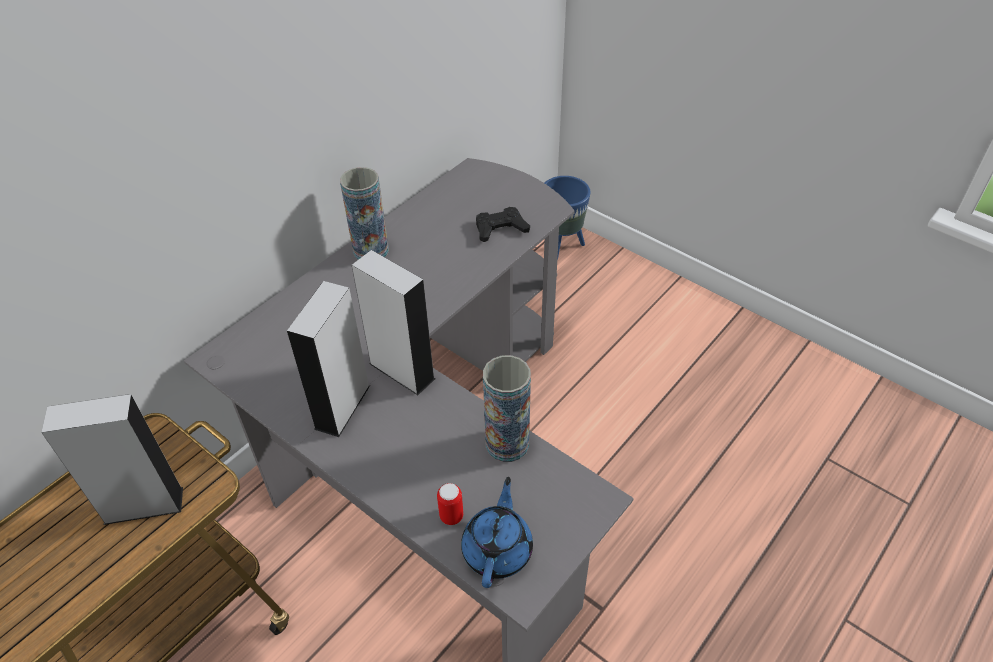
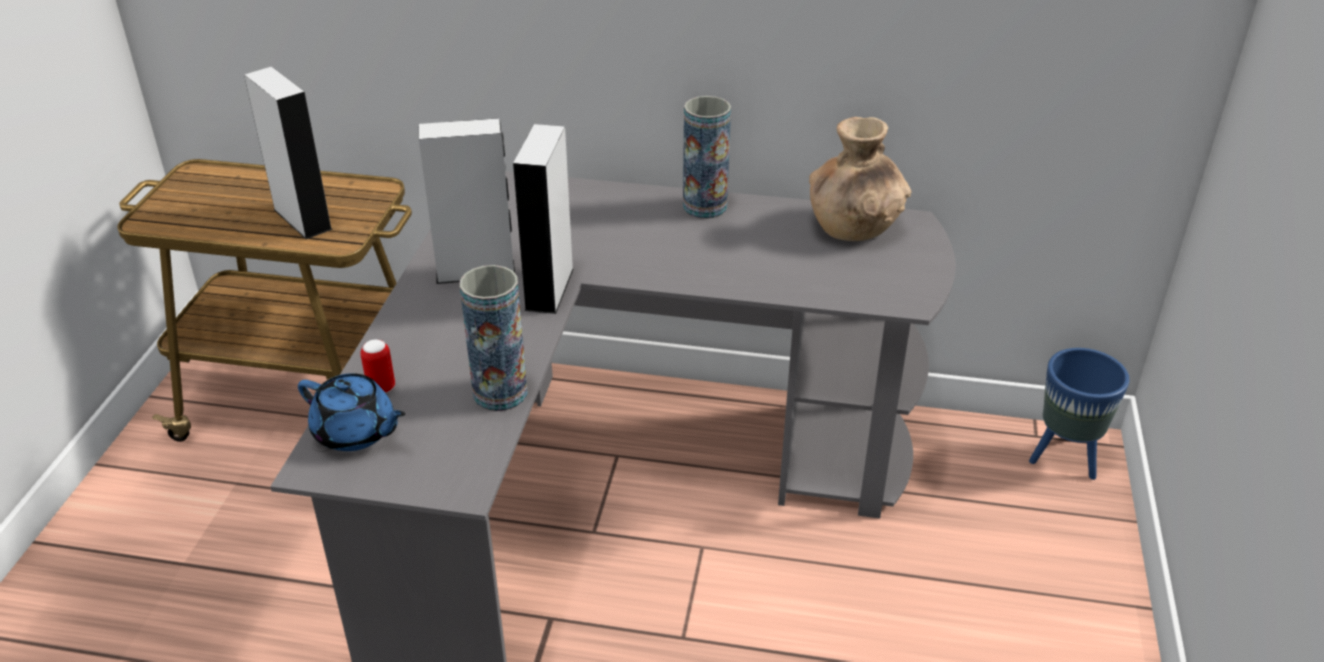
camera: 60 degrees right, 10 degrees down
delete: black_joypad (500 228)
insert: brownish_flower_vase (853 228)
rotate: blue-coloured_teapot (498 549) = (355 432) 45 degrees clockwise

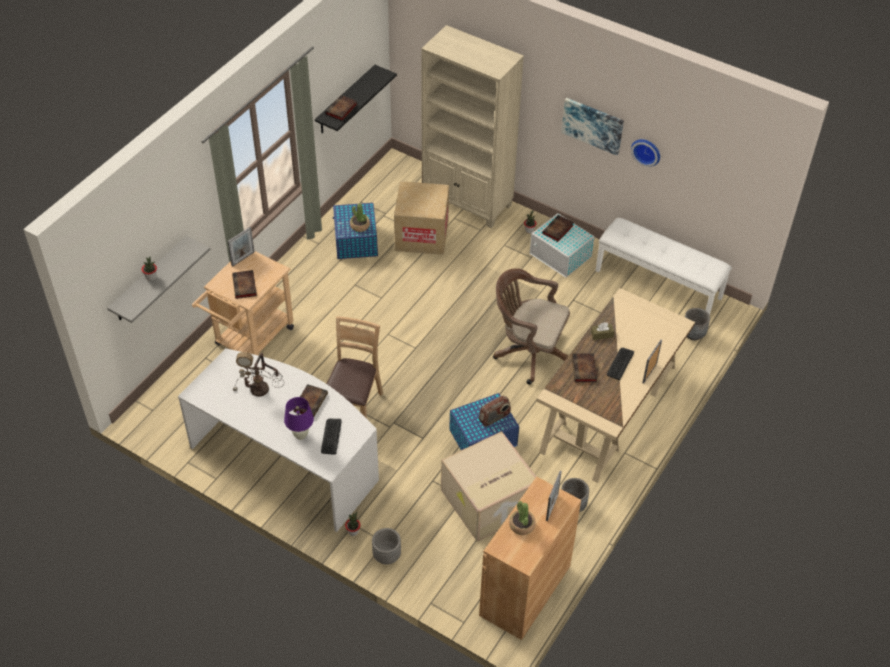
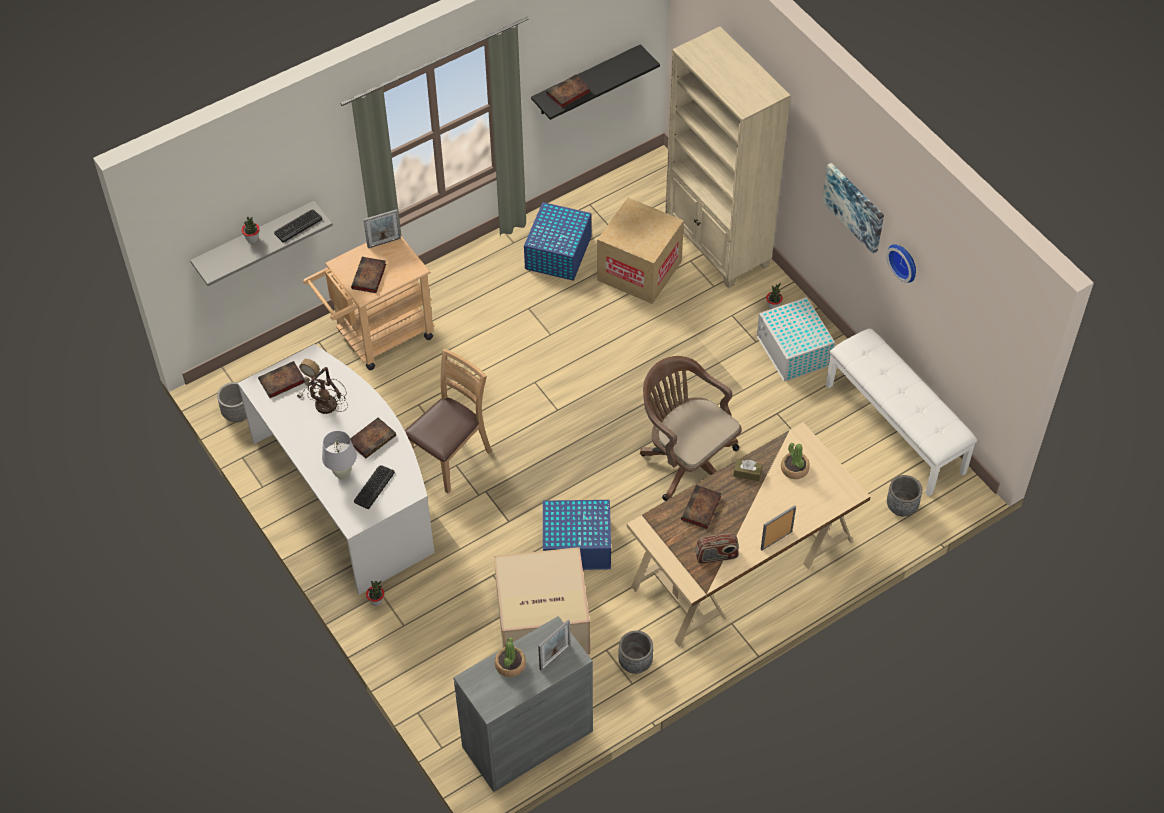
camera: 25 degrees right, 5 degrees up
move: plant_in_a_pot (359 226) to (794 469); greyish_plant_pot (386 556) to (237 413); radio (494 417) to (716 556); volume (557 230) to (281 382); PC_keyboard (620 363) to (298 226)
recolor: purple_tabletop_lamp (301 435) to white-coloured_tabletop_lamp (342 474); brownish_cabinet (525 590) to greyish_cabinet (527 739)

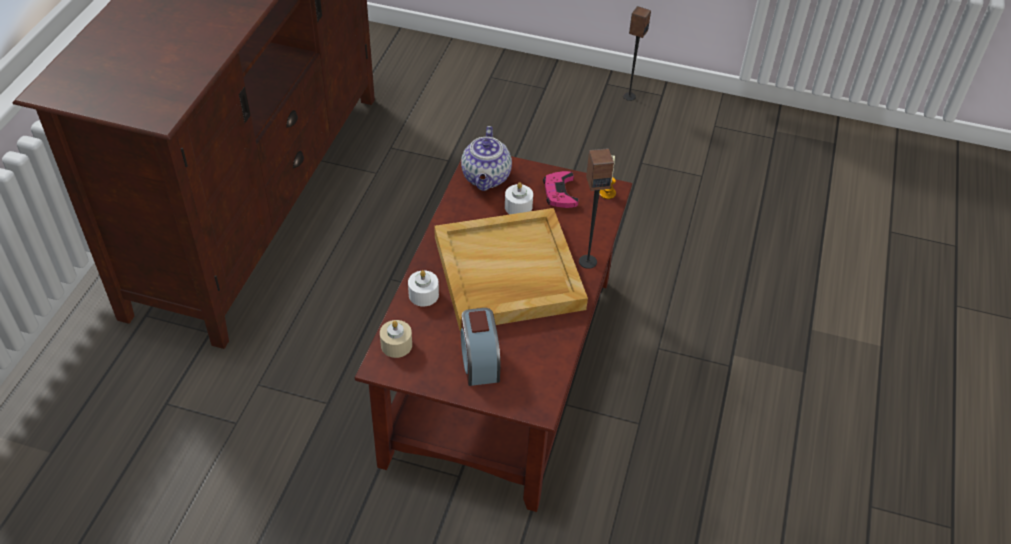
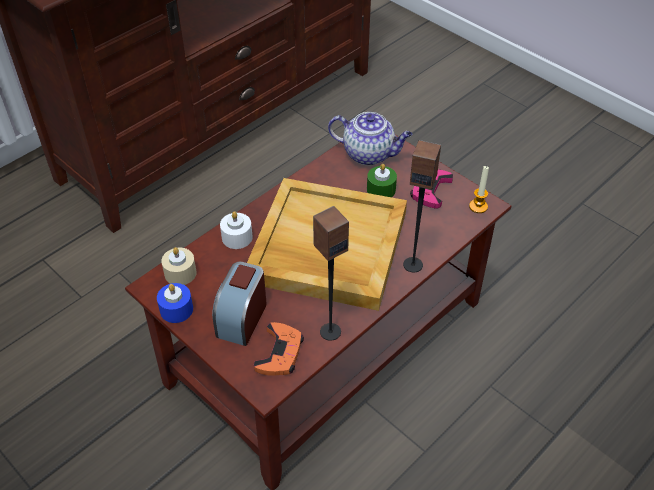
camera: 30 degrees right, 0 degrees up
insert: blue-coloured_wax_light (176 309); orangey_joypad (280 353)
move: speaker (629 96) to (330 331)
recolor: white-coloured_wax_light (518 207) to green_wax_light (381 189)
rotate: teapot (486 178) = (369 154) 105 degrees counterclockwise

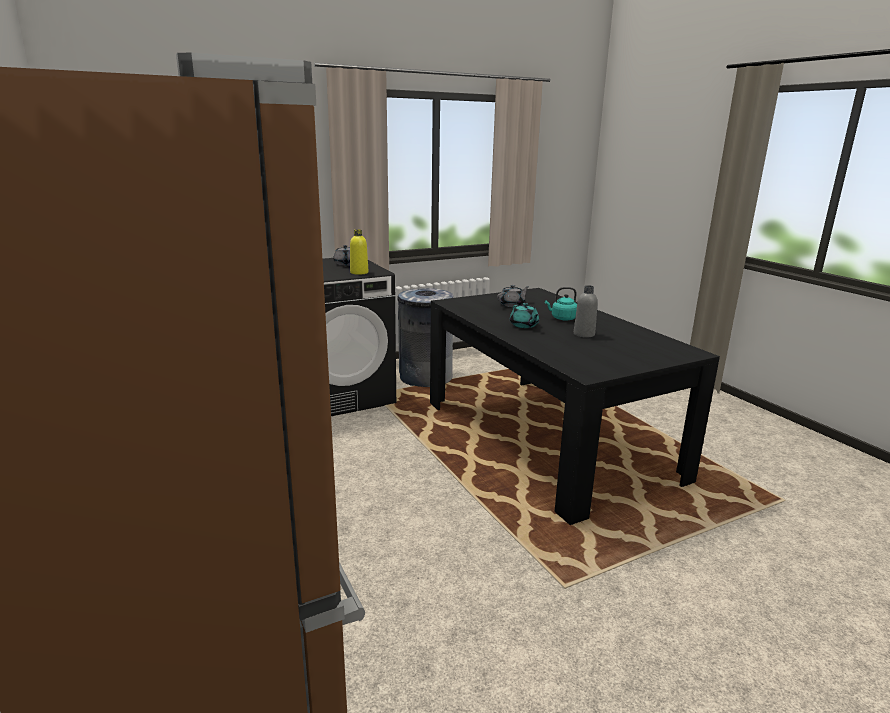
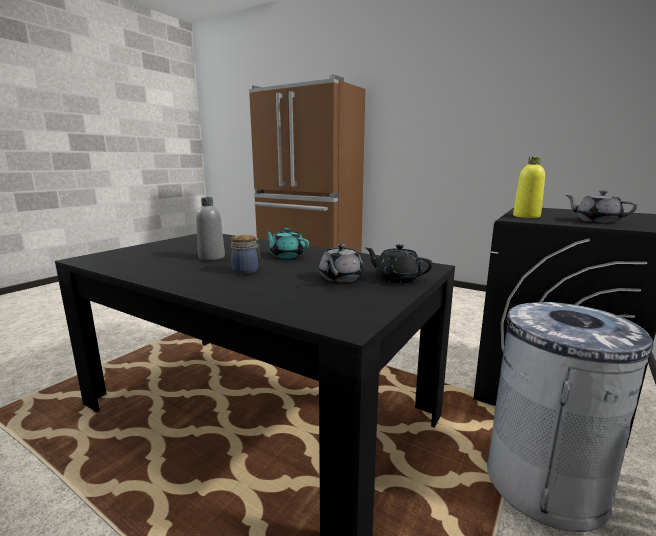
camera: 150 degrees right, 5 degrees down
insert: black_teapot (397 278)
replace: blue-green_tea_kettle (562 318) to storage_jar (246 270)

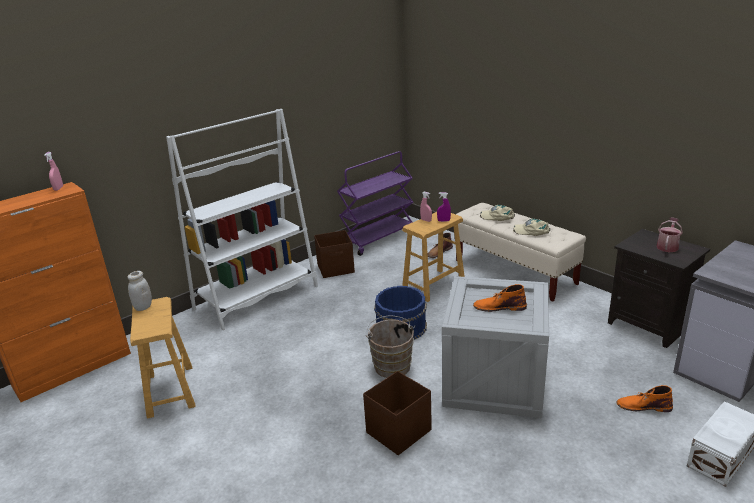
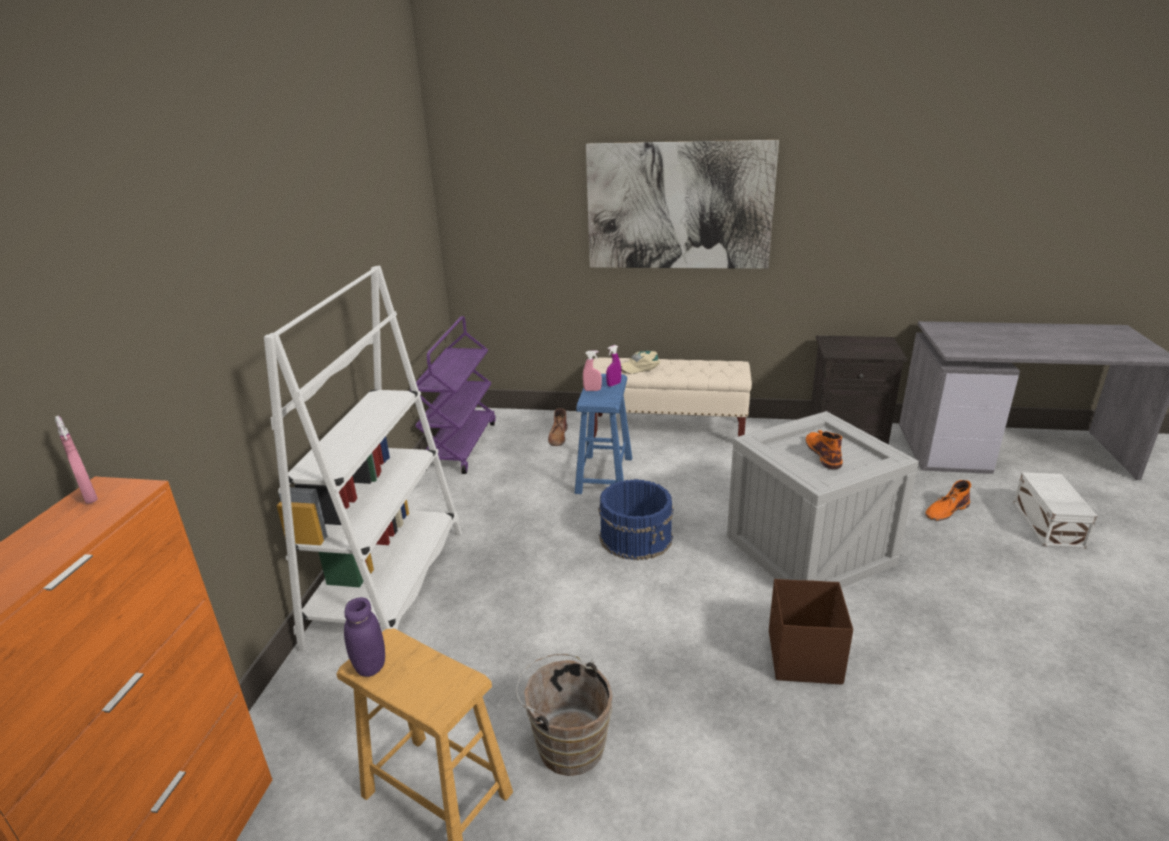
camera: 40 degrees left, 0 degrees up
delete: brownish_storage_bin (336 268); beige_cap (532 231); sprinkling_can (667 246)
insert: picture (679 206)
move: brownish_pail (392 365) to (567 743)
recolor: white-coloured_storage_jar (143 307) to purple_storage_jar (370 666); brownish_stool_seat (433 285) to blue-coloured_stool_seat (604 475)
rotate: orangey_high-top_boot (499 307) = (823 453) 120 degrees clockwise

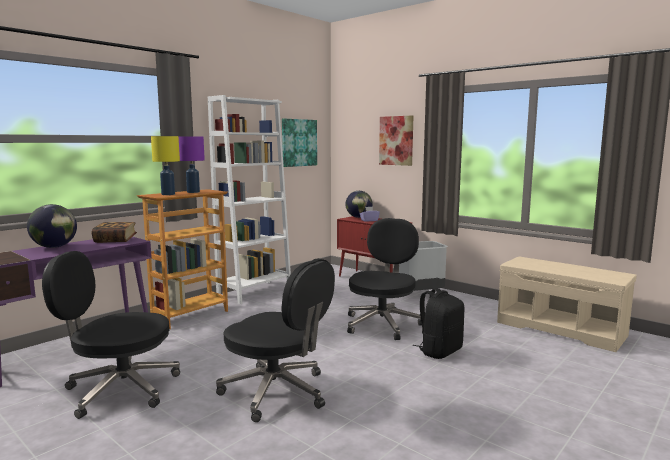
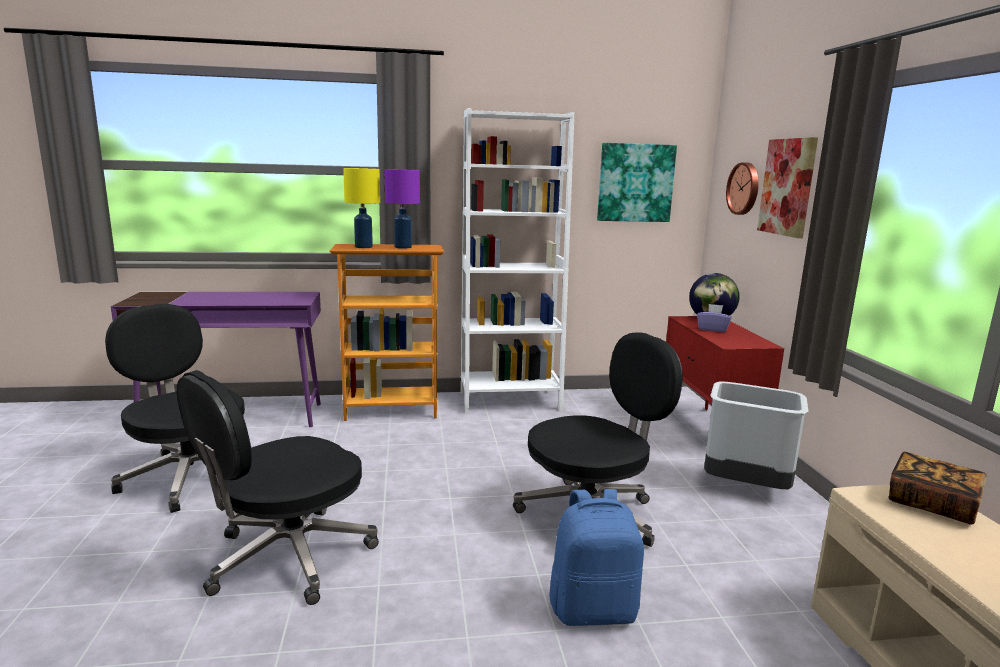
camera: 40 degrees right, 5 degrees up
delete: desk_globe (54 247)
insert: clock_on_the_wall (744 188)
move: volume (115 240) to (932 504)
recolor: black_backpack (439 351) to blue-coloured_backpack (593 609)
rotate: black_office_chair (277 392) = (287 557) 60 degrees clockwise

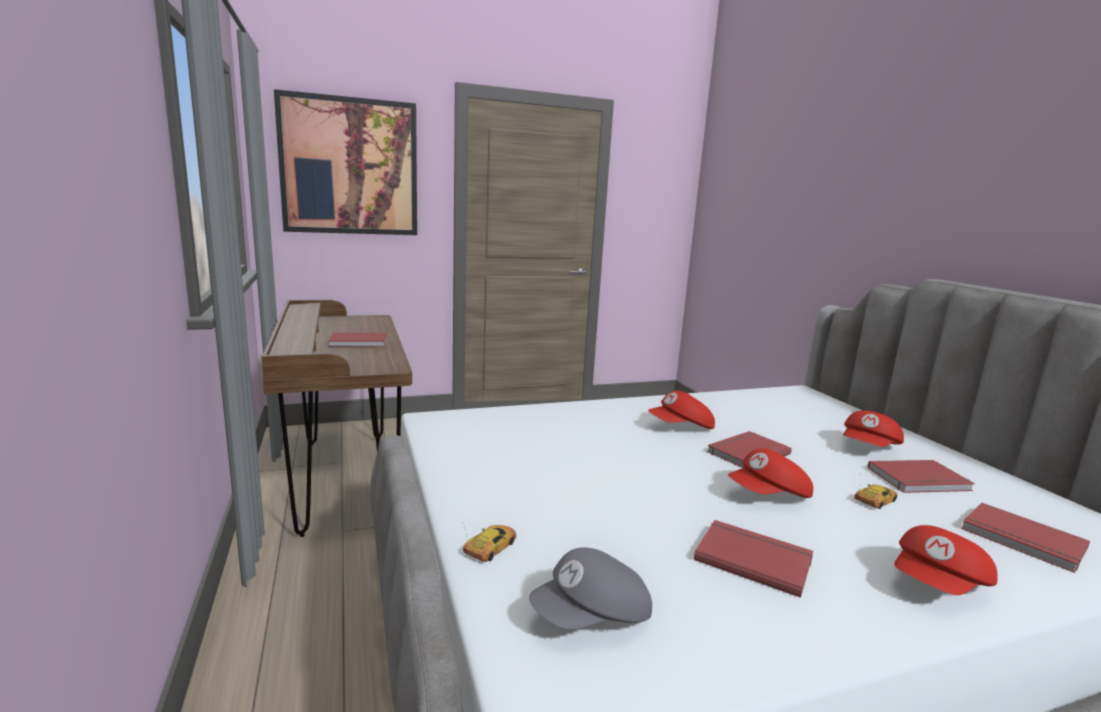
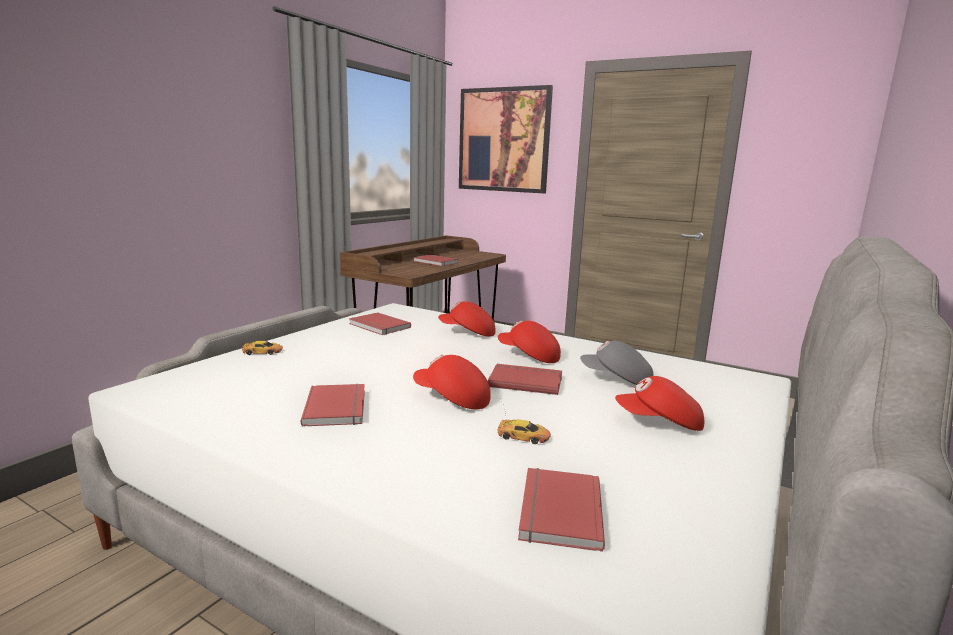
camera: 50 degrees right, 0 degrees up
move: greyish_cap (592 617) to (617 380); reddish_volume (920 480) to (378 326); reddish_cap (938 585) to (467 332)

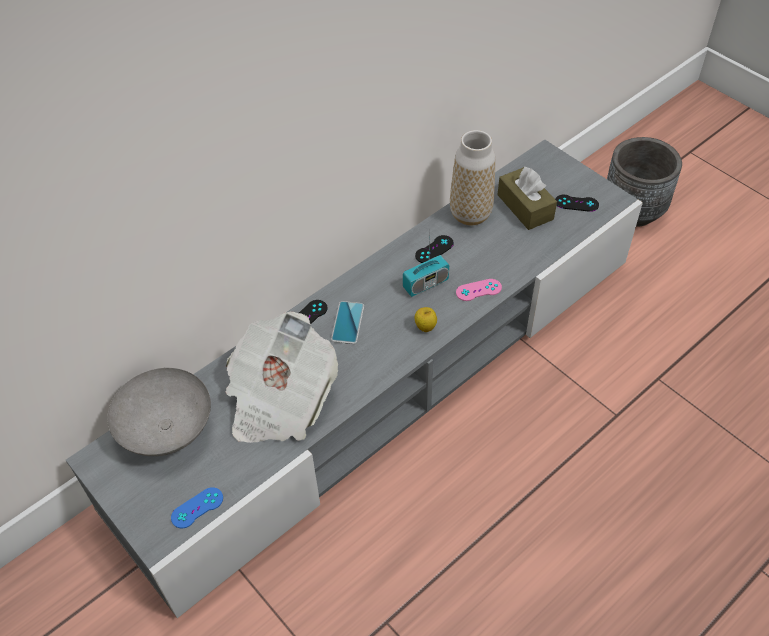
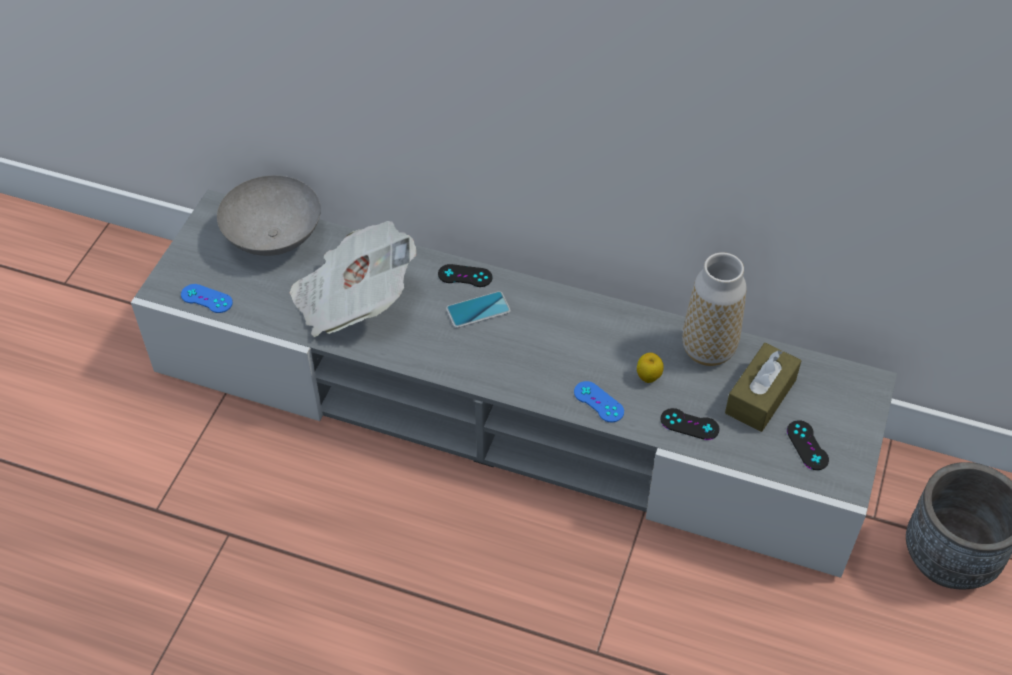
camera: 60 degrees right, 0 degrees up
delete: radio (425 284)
move: black_joypad (434 249) to (689 424); apple_fruit (425 327) to (648 377)
recolor: pinkish_joypad (478 290) to blue-coloured_joypad (598 402)

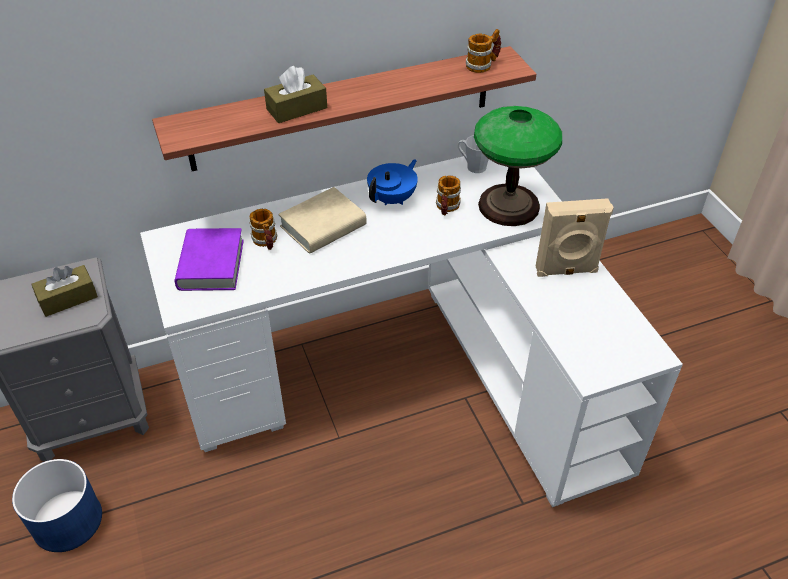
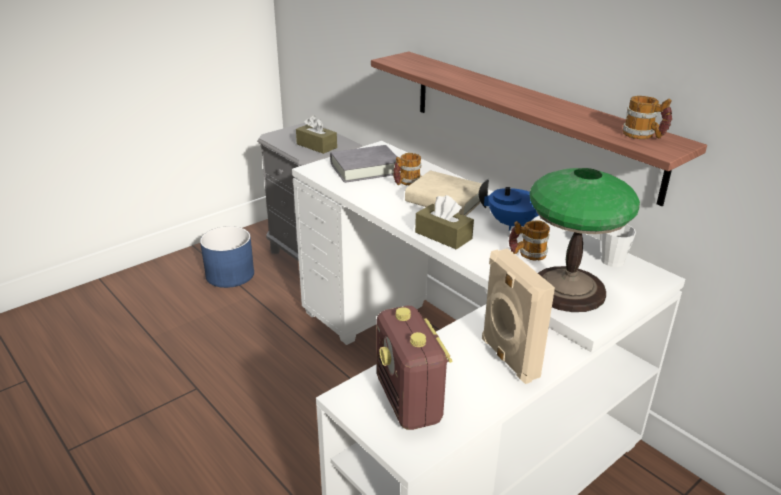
camera: 70 degrees right, 15 degrees down
insert: radio (409 401)
move: brownish_tissue_box (297 108) to (443 235)
recolor: purple_volume (211 265) to greyish_volume (365 169)

